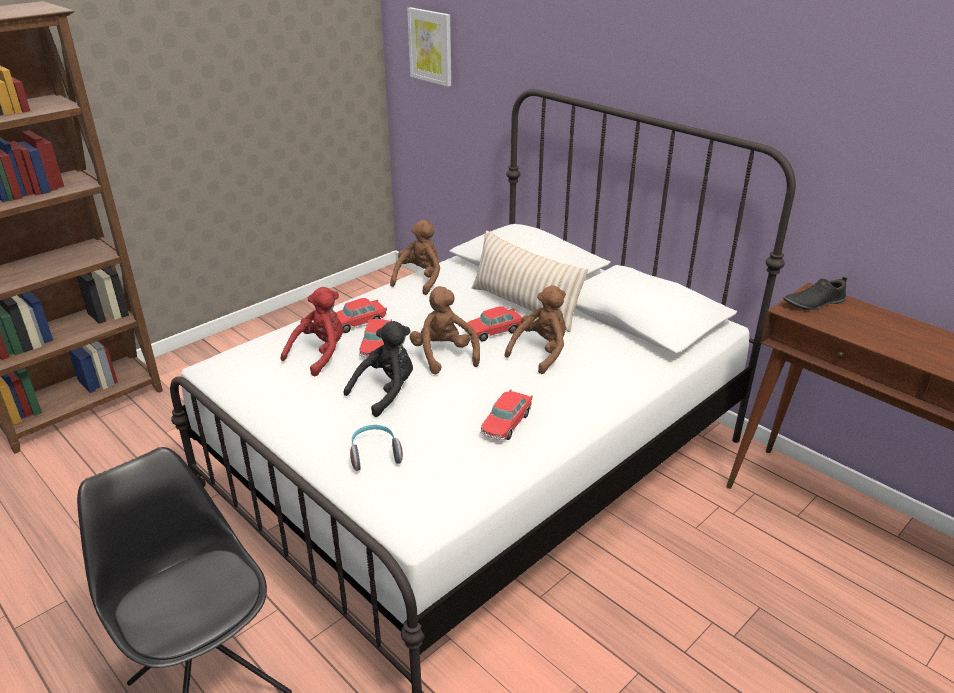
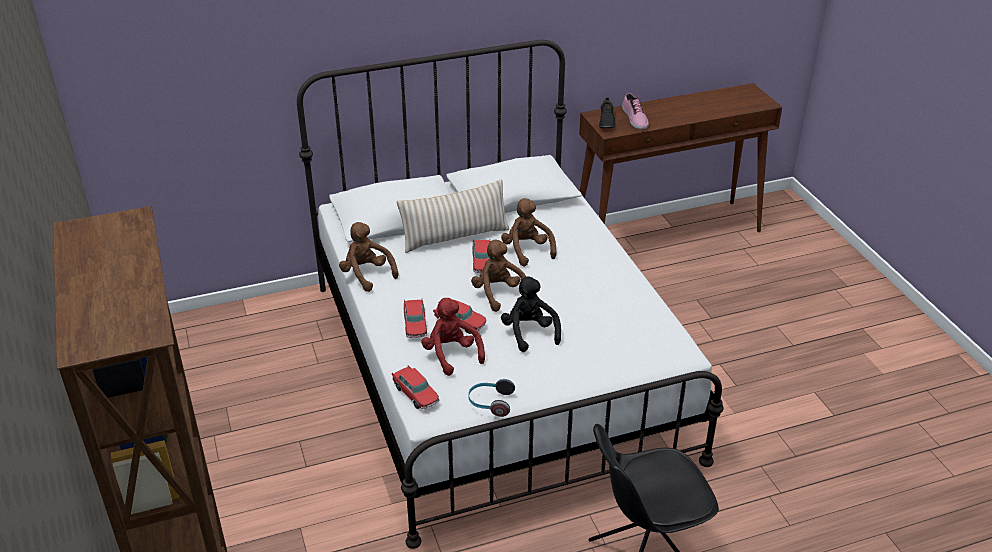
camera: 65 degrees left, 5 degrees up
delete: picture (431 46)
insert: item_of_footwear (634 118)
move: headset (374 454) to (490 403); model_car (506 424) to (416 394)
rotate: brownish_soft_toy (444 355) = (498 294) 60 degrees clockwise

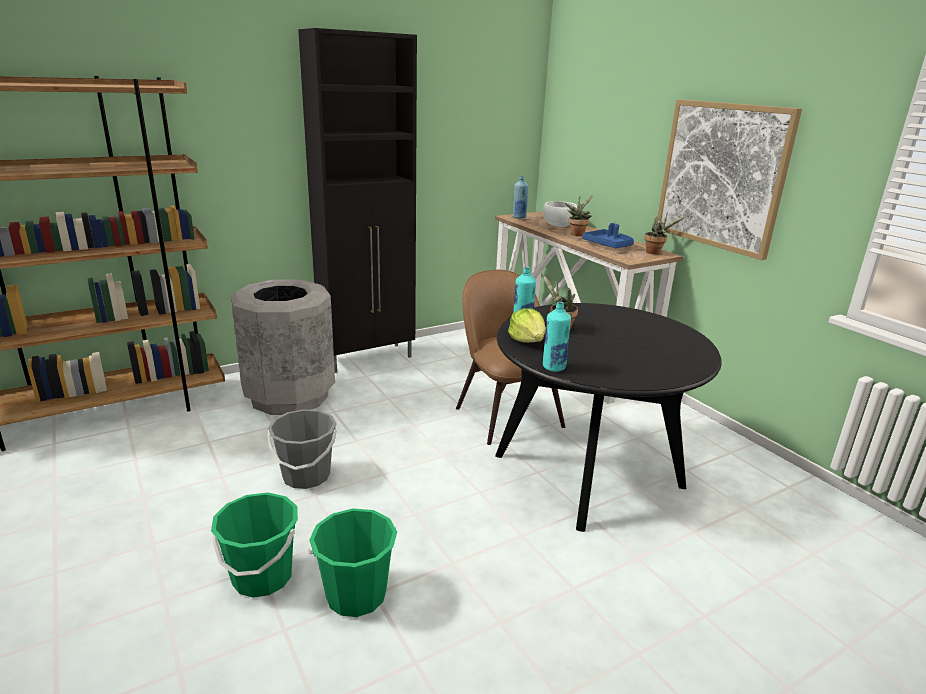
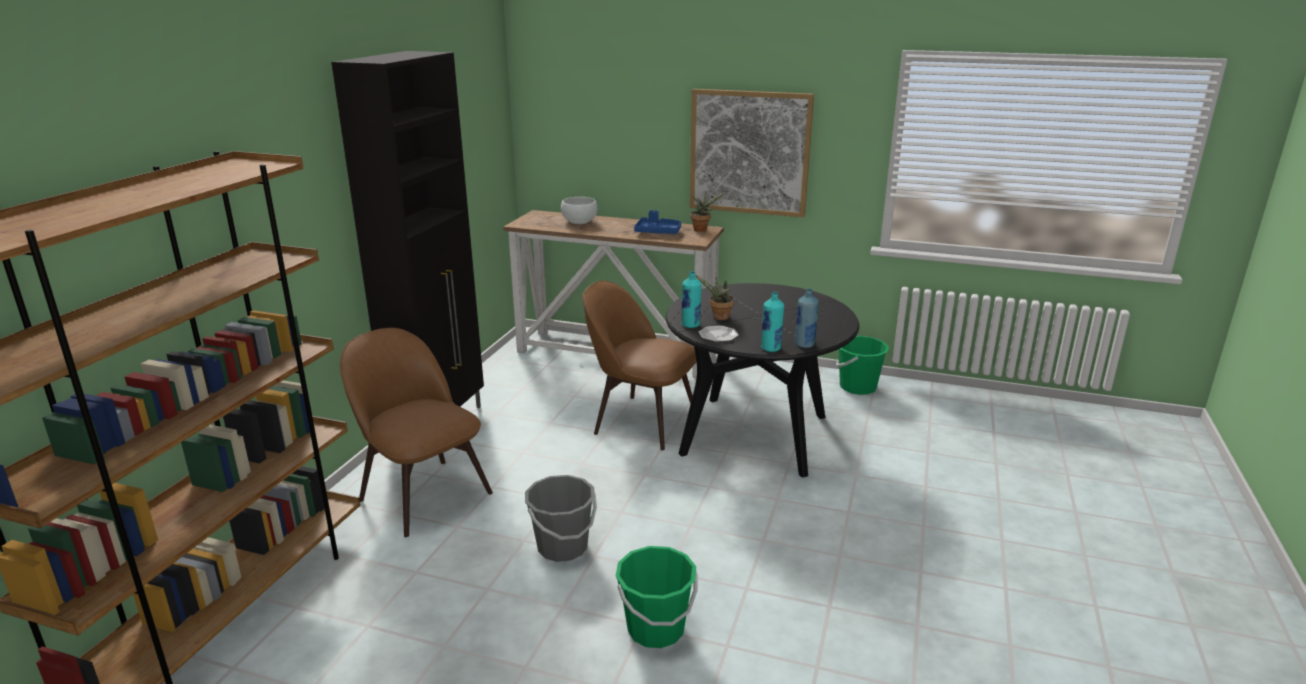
camera: 40 degrees left, 0 degrees up
delete: plant_in_a_pot (577 234)
move: green_pail (356 595) to (857 387); blue-coloured_beverage_bottle (519 217) to (804 344)
replace: greyish_trash_can (289 396) to brownish_plain_chair (422 494); lettuce_head (528 340) to flat_dish (718 335)

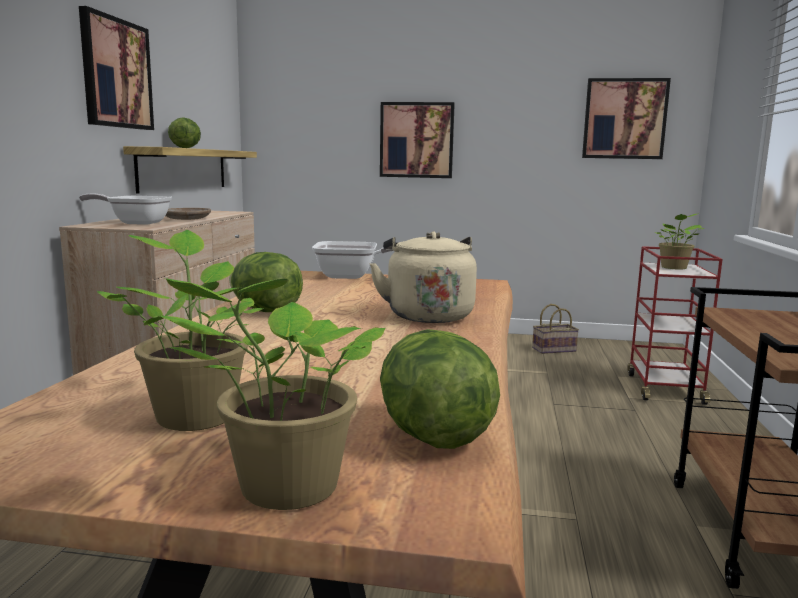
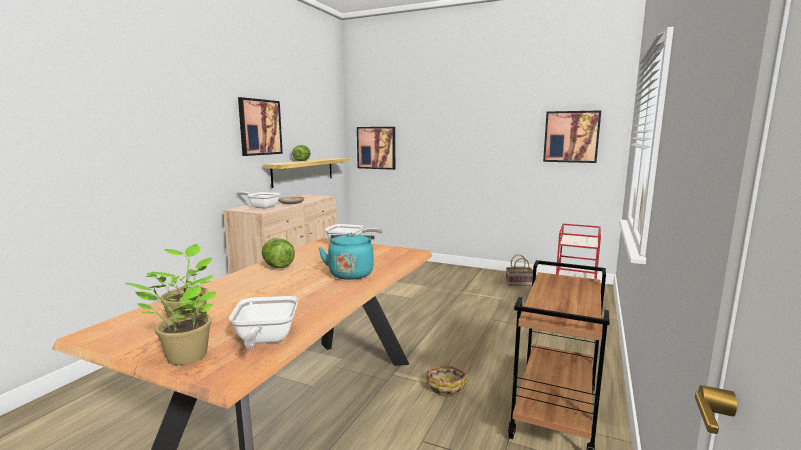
camera: 15 degrees right, 0 degrees up
delete: plant_in_a_pot (674 268)
insert: basket (446 386)
move: picture (416 140) to (376 148)
replace: lettuce_head (432 435) to frying_pan (265 340)
recolor: beige_tea_kettle (427 315) to blue-green_tea_kettle (351 273)

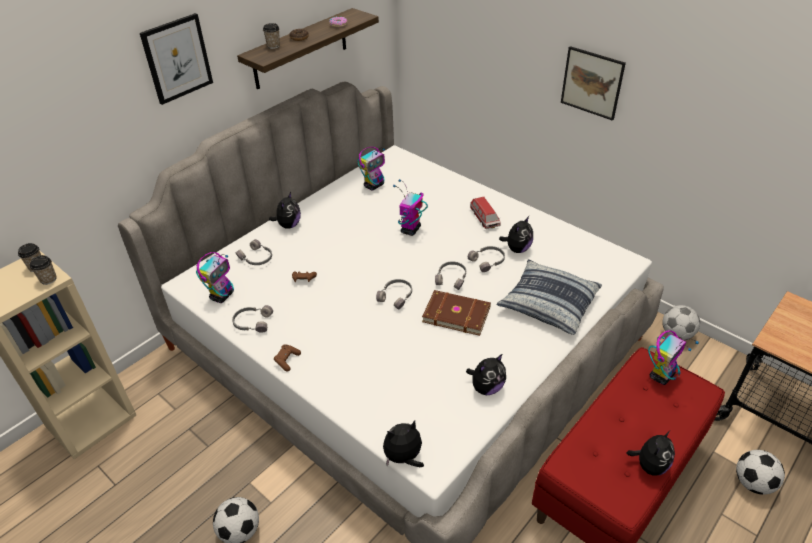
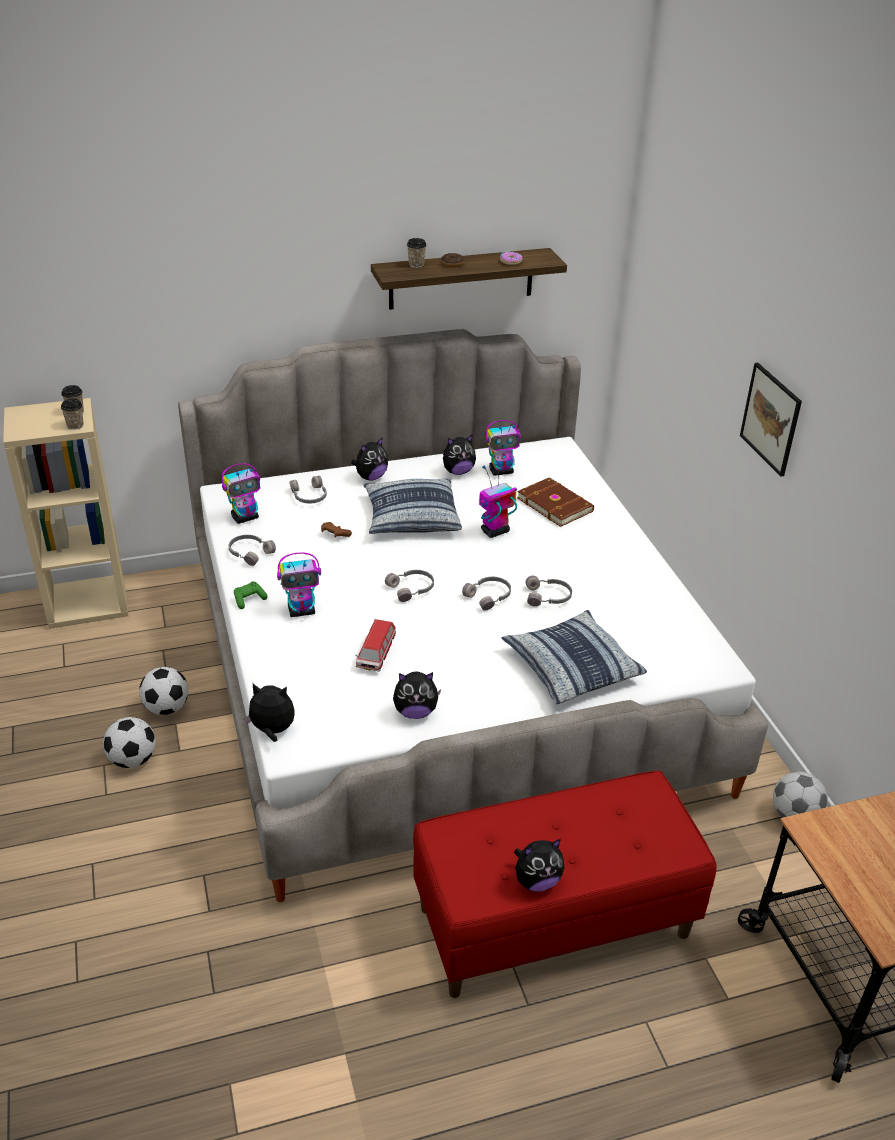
camera: 30 degrees right, 5 degrees down
delete: picture (177 58)
insert: cushion (411 517)
move: brownish_volume (456 313) to (555 504); model_car (484 219) to (376 654); soft_toy (517 249) to (458 471); robot_figure (661 375) to (302 611); ball_for_football (753 483) to (166 708)
recolor: brownish_joypad (287 360) to green_joypad (249 599)

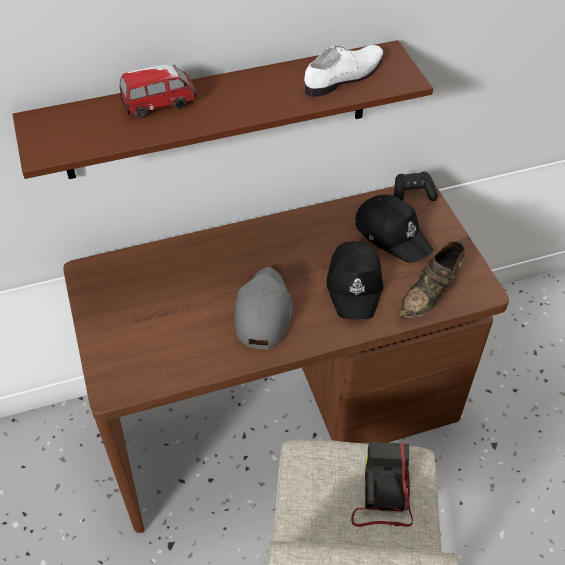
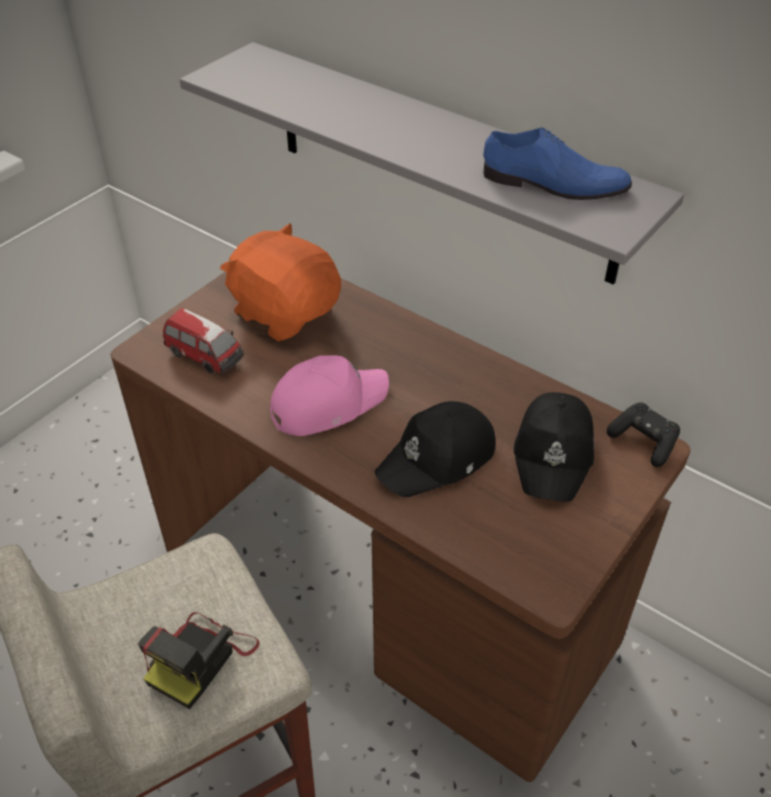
camera: 55 degrees right, 5 degrees down
delete: brownish_item_of_footwear (431 293)
insert: orangey_soft_toy (285 312)
move: model_car (160 104) to (205 356)
recolor: brownish_bracket_shelf (217 111) to greyish_bracket_shelf (440 161); greyish_cap (262 312) to pinkish_cap (327 403); white-coloured_item_of_footwear (345 76) to blue-coloured_item_of_footwear (554 184)
rotate: still_camera (383 496) = (201 659) 150 degrees clockwise

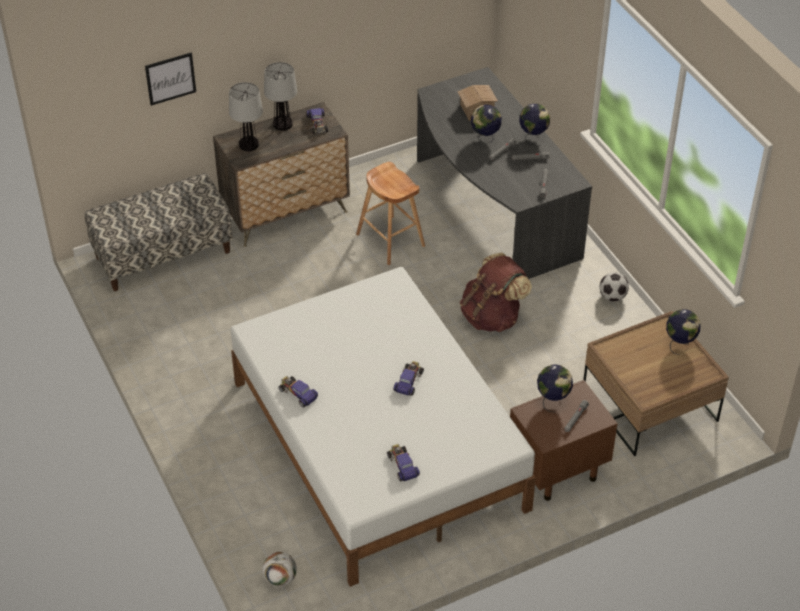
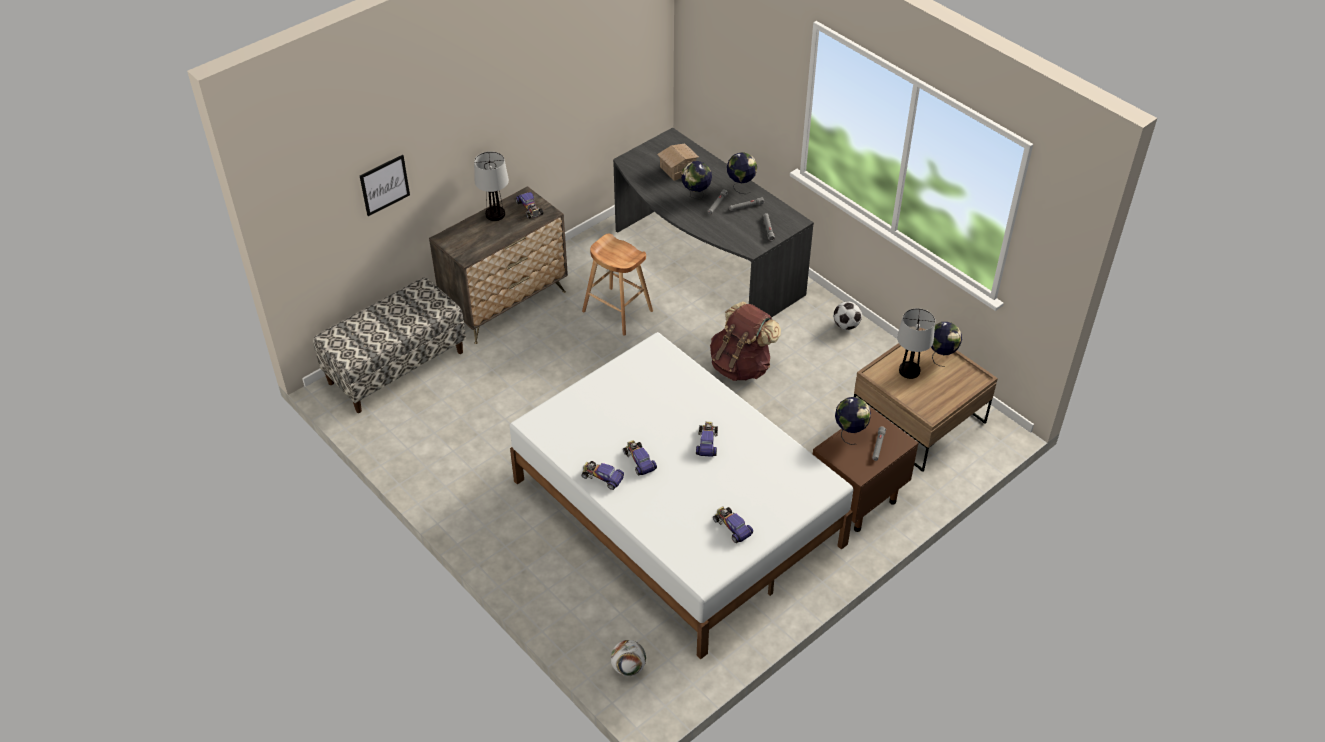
camera: 15 degrees left, 0 degrees up
insert: model_car (639 460)
move: tabletop_lamp (248 144) to (909 371)

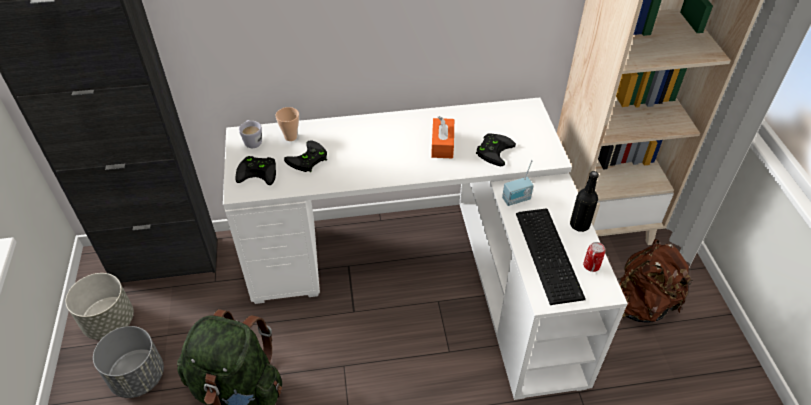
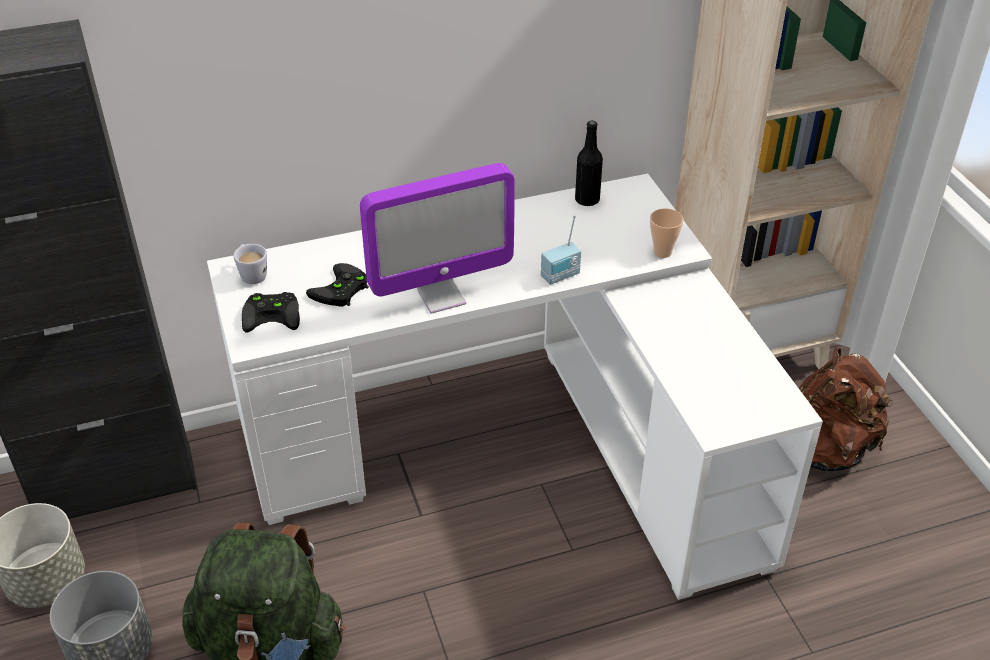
camera: 10 degrees left, 5 degrees down
delete: orangey_tissue_box (442 144); black_joypad (493 150); PC_keyboard (550 253); metal_can (591 266)
insert: computer_display (441 296)
move: small_cup (290 137) to (662 252); radio (517 200) to (561 276); black_beverage_bottle (579 225) to (587 200)

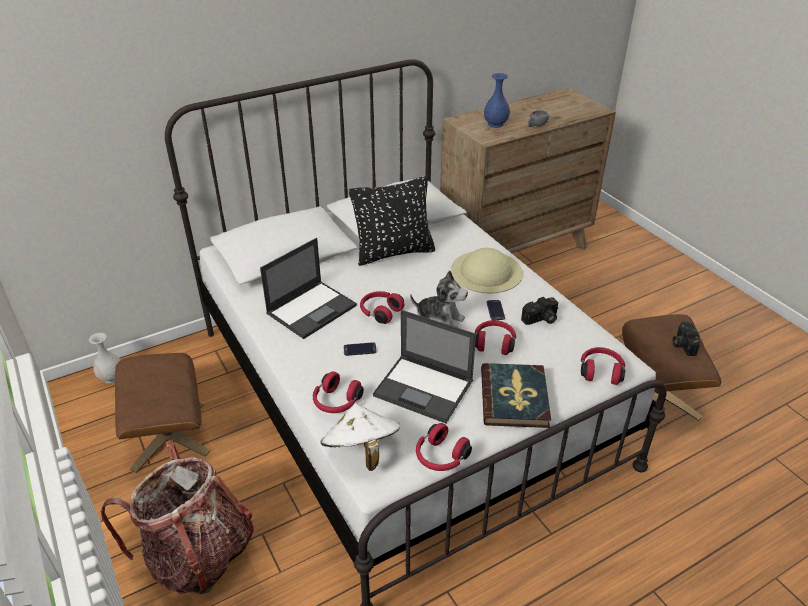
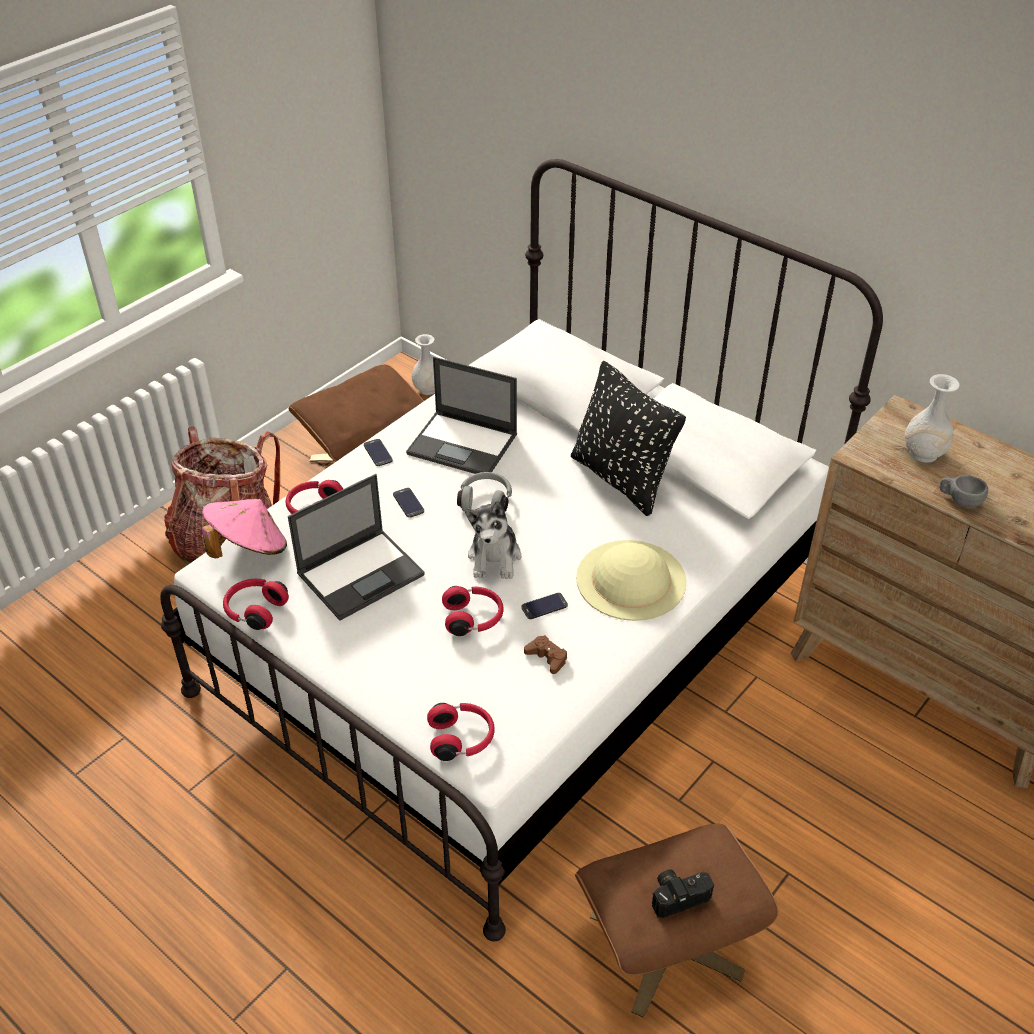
camera: 70 degrees right, 5 degrees up
delete: volume (514 398)
insert: phone (378 453)
replace: still_camera (541 319) to brownish_joypad (547 657)
recolor: white-coloured_wearable_hat (361 451) to pinkish_wearable_hat (248 548); reddish_headset (380 312) to greyish_headset (485 501); blue-coloured_flower_vase (496 124) to white-coloured_flower_vase (923 454)
rotate: portable_computer (424 389) = (361 573) 135 degrees counterclockwise

